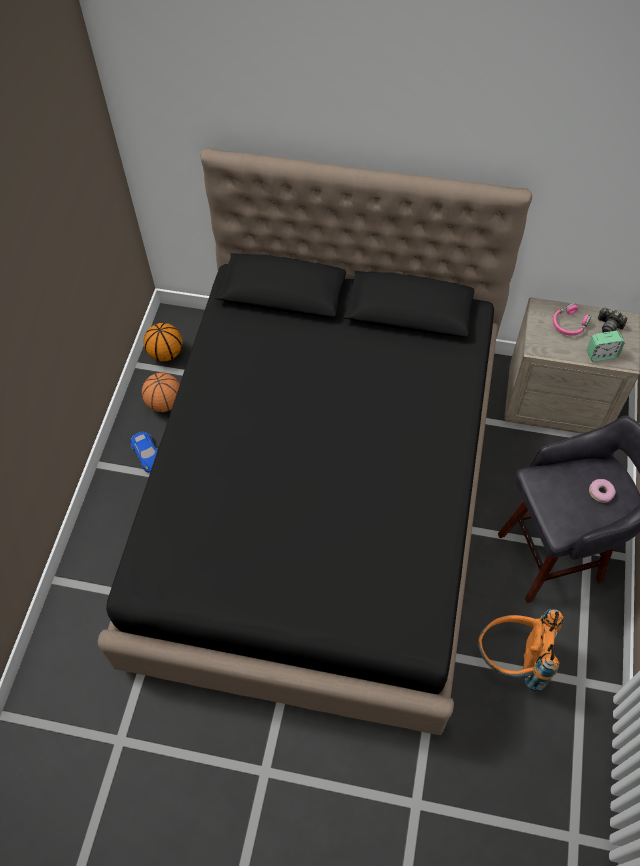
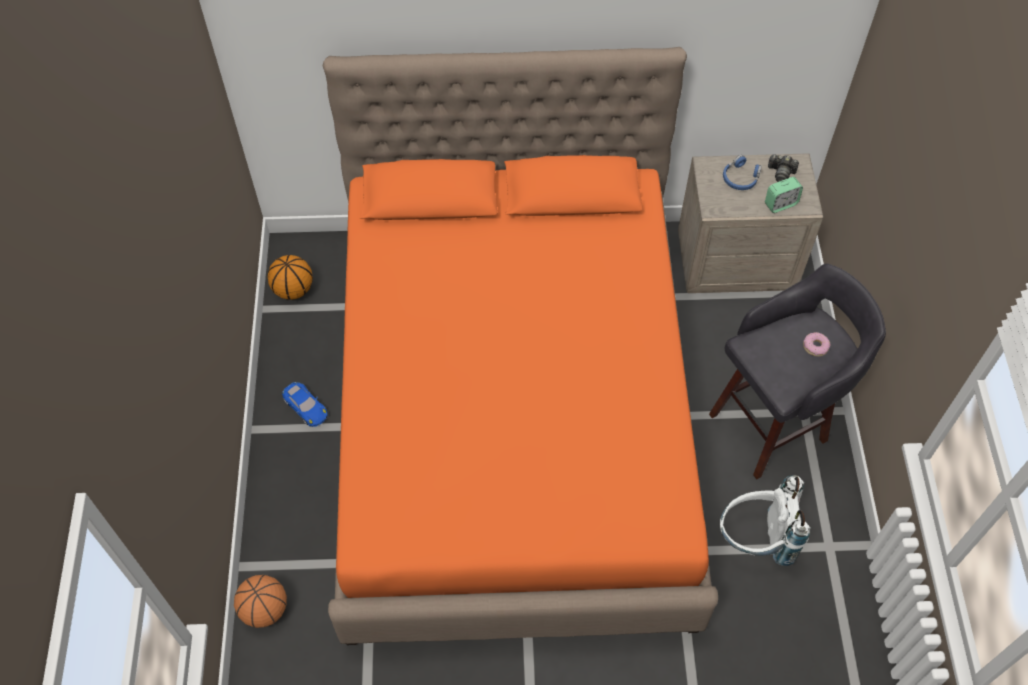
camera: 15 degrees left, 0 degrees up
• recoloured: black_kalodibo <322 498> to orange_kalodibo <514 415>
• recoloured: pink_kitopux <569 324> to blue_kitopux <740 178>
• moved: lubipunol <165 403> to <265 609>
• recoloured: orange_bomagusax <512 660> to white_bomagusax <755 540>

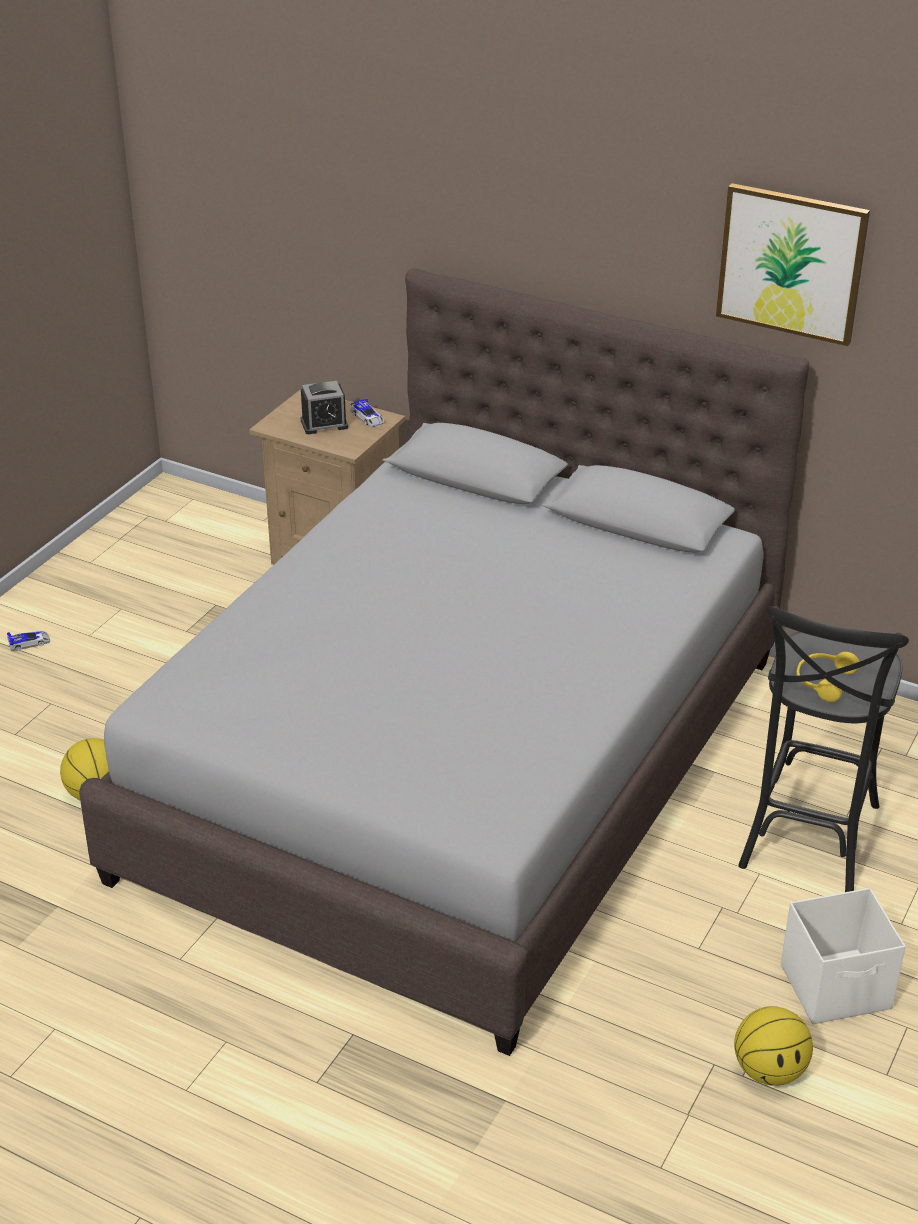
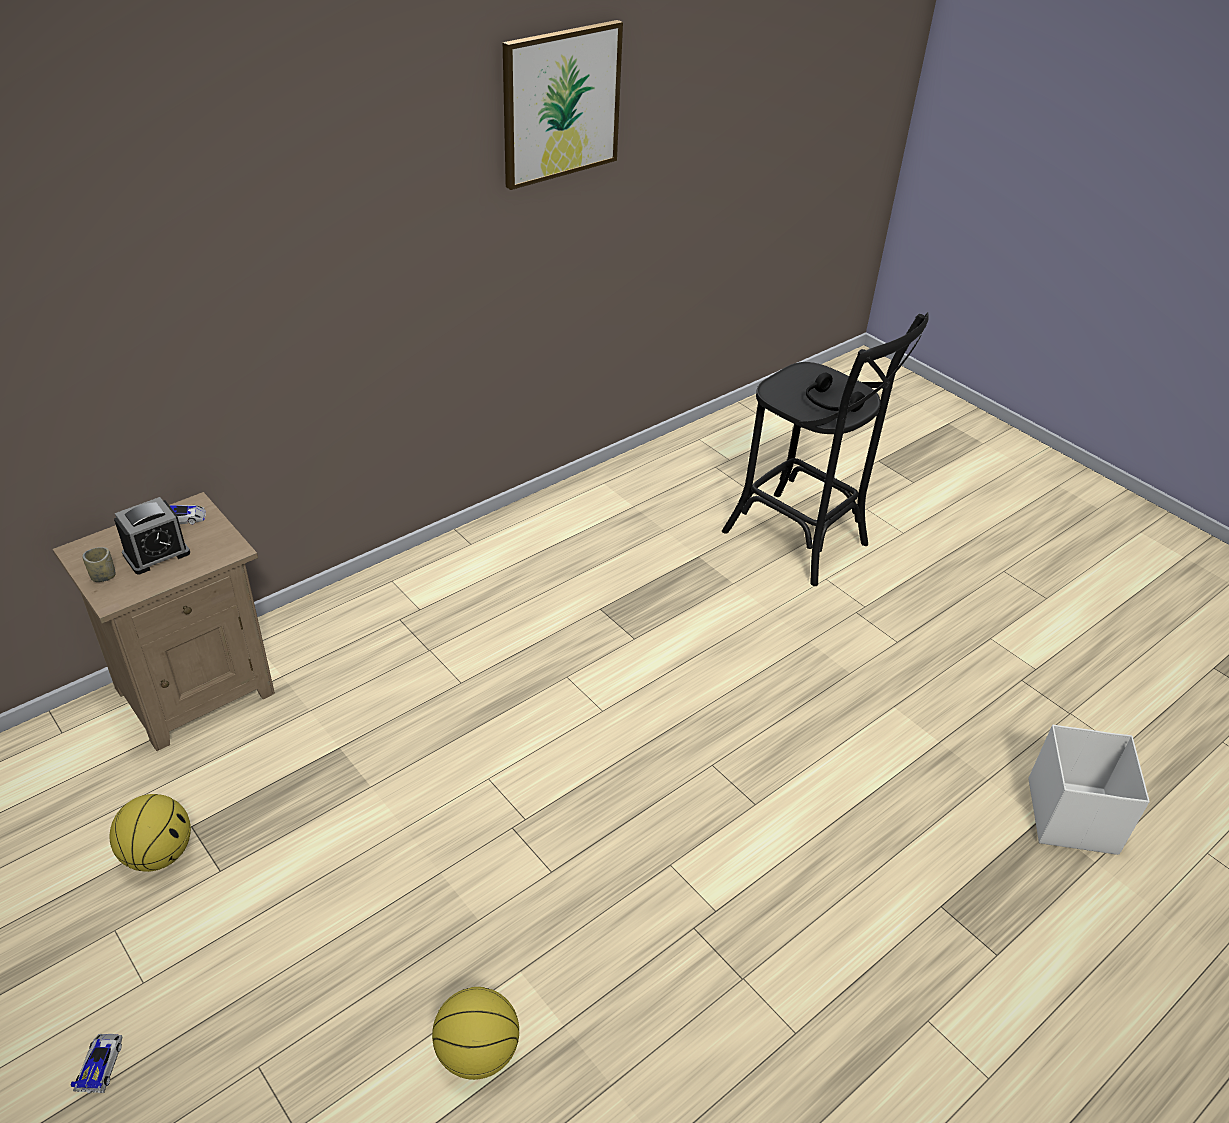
camera: 70 degrees left, 5 degrees up
• removed: grey_kalodibo <460 765>
• turned: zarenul <324 424> = <156 554> 45 degrees clockwise
• recoloured: yellow_kitopux <822 681> to black_kitopux <829 404>
• moved: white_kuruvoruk <837 987> to <1072 815>
• moved: lubipunol <770 1070> to <159 853>
• added: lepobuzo <103 576>

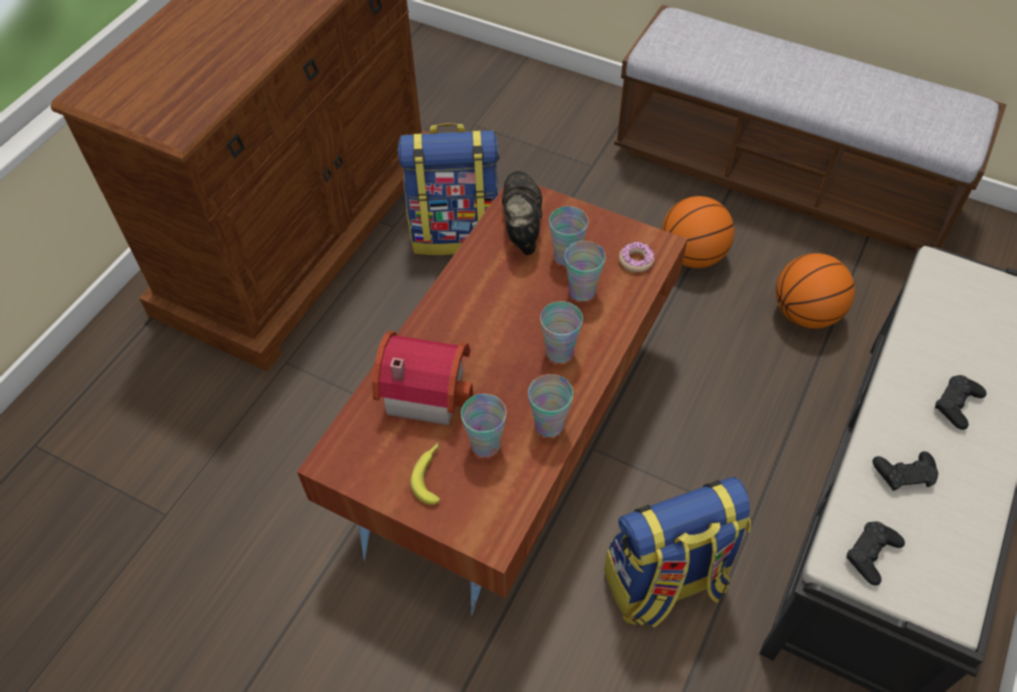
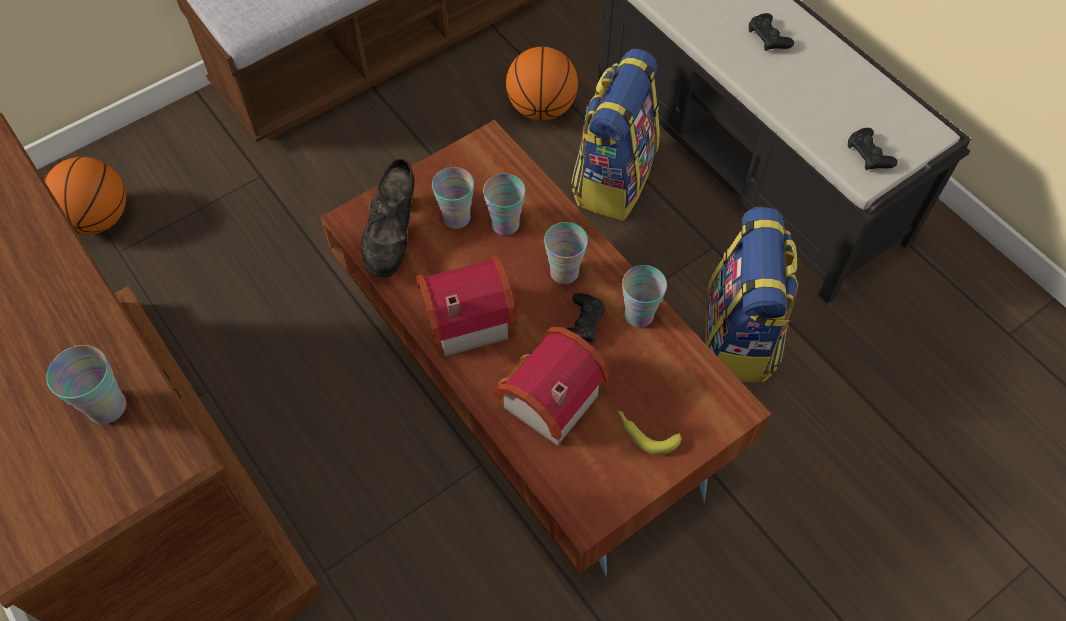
camera: 65 degrees left, 5 degrees up
• moved: bomagusax <456 232> to <613 178>
• turned: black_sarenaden <521 224> = <392 236> 105 degrees counterclockwise
• moved: lubipunol <692 255> to <98 218>
• removed: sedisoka <636 260>
• moved: lepobuzo <485 444> to <107 407>
• moved: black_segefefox <904 474> to <582 323>
• added: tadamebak <464 316>

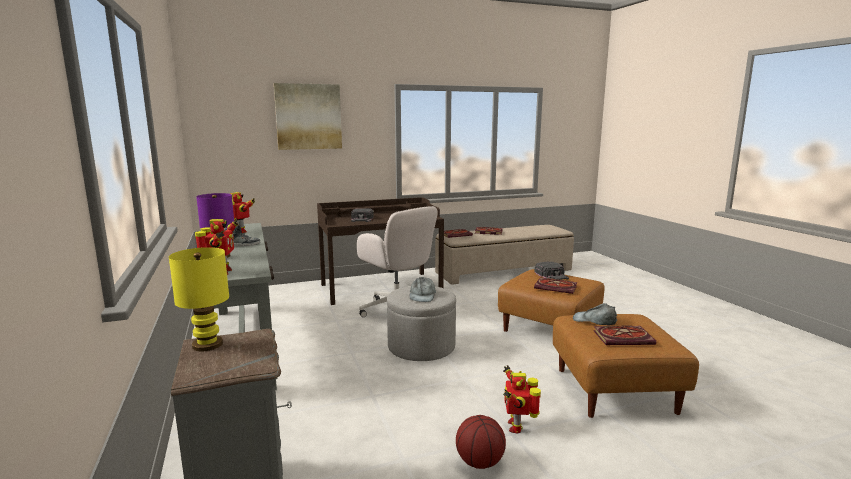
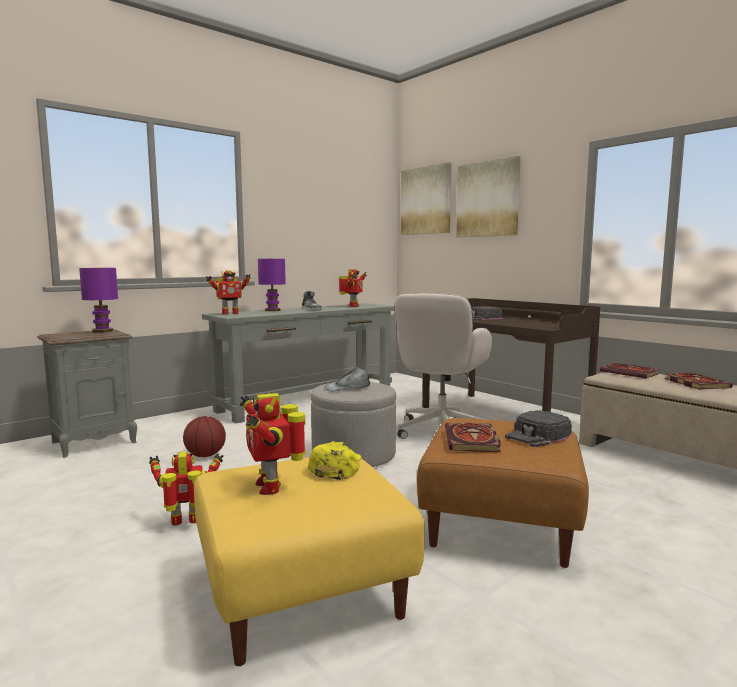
camera: 70 degrees right, 5 degrees down
• recoloured: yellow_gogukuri <207 345> to purple_gogukuri <102 331>
• recoloured: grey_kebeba <594 320> to yellow_kebeba <335 467>
• recoloured: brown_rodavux <615 391> to yellow_rodavux <301 593>
• replaced: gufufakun <624 337> to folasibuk <271 486>
• moved: lubipunol <480 462> to <205 455>
• added: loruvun <426 200>

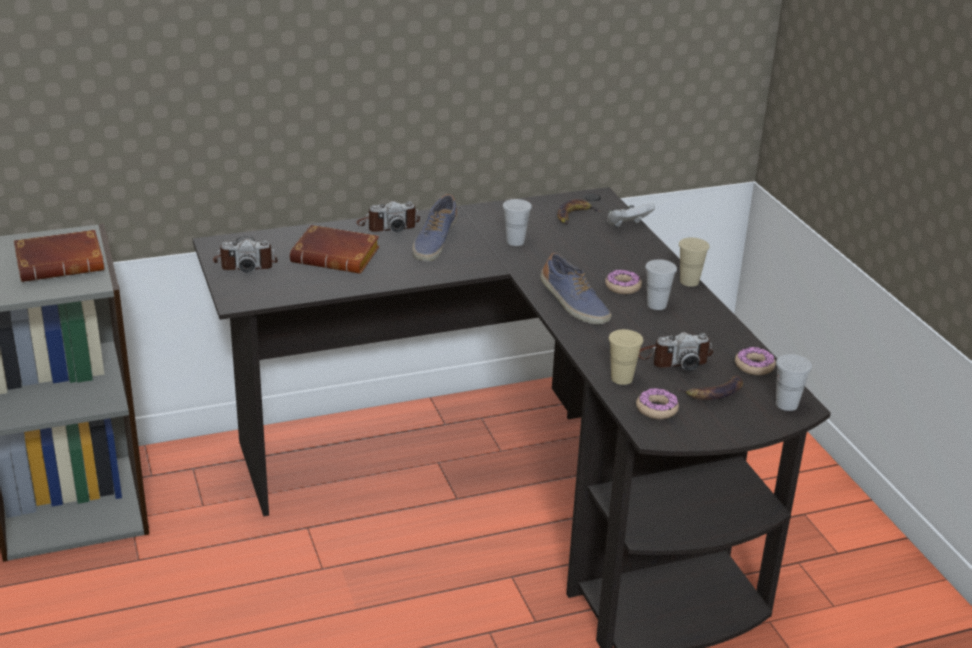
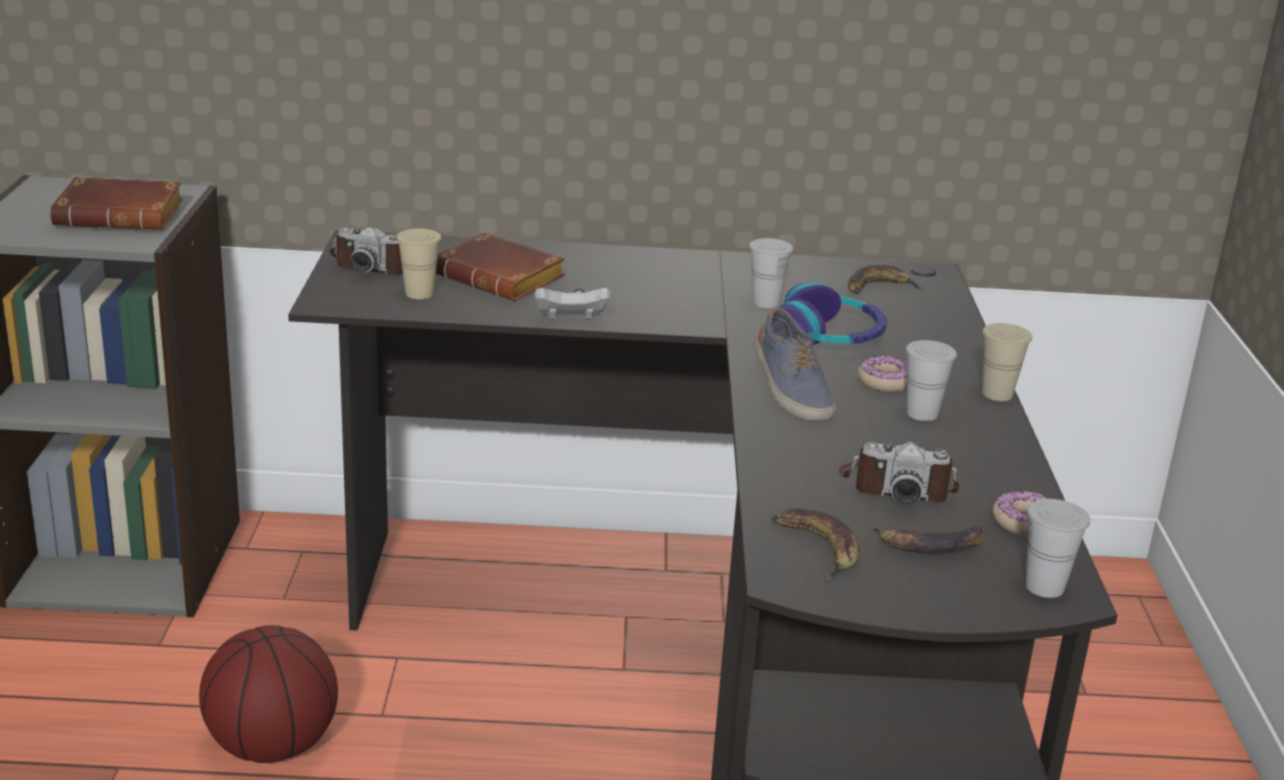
camera: 20 degrees right, 5 degrees down
• removed: sarenaden <434 243>
• removed: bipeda <388 225>
• moved: white_segefefox <627 226> to <570 321>
• moved: beige_lepobuzo <621 378> to <419 293>
• replaced: sedisoka <656 409> to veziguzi <816 548>
• added: kitopux <829 337>
• added: lubipunol <271 746>

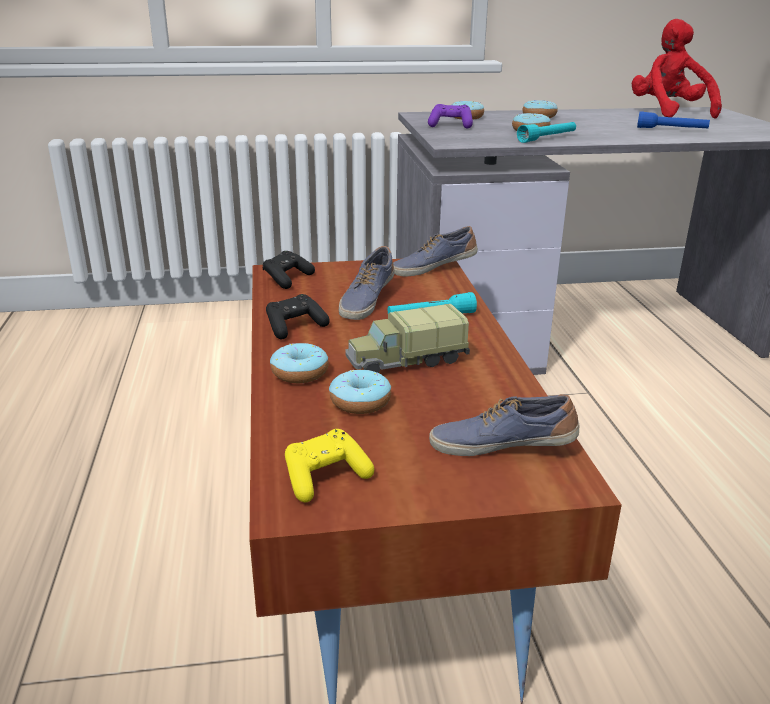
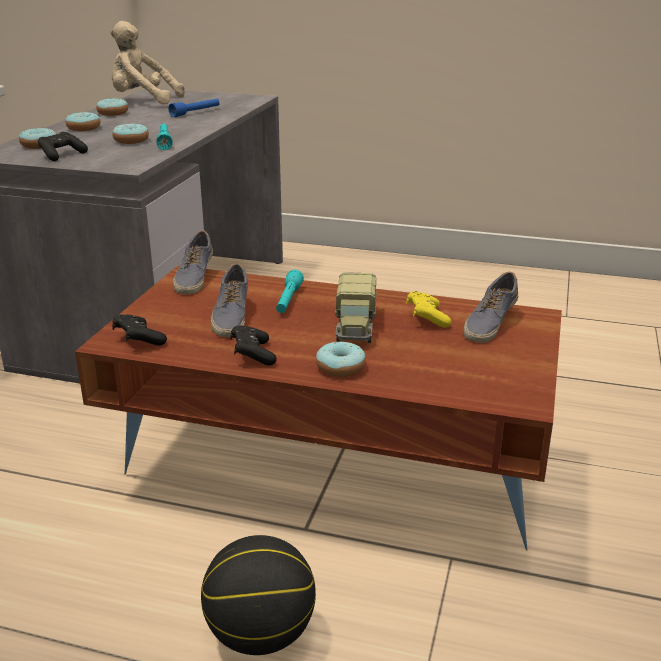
camera: 65 degrees left, 0 degrees up
• recoloured: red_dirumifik <668 113> to beige_dirumifik <143 101>
• recoloured: purple_segefefox <450 125> to black_segefefox <62 155>
• turned: sarenaden <366 301> = <231 317> 45 degrees clockwise
• moved: sedisoka <360 402> to <113 113>
• moved: yellow_segefefox <325 478> to <426 318>
• added: lubipunol <261 635>

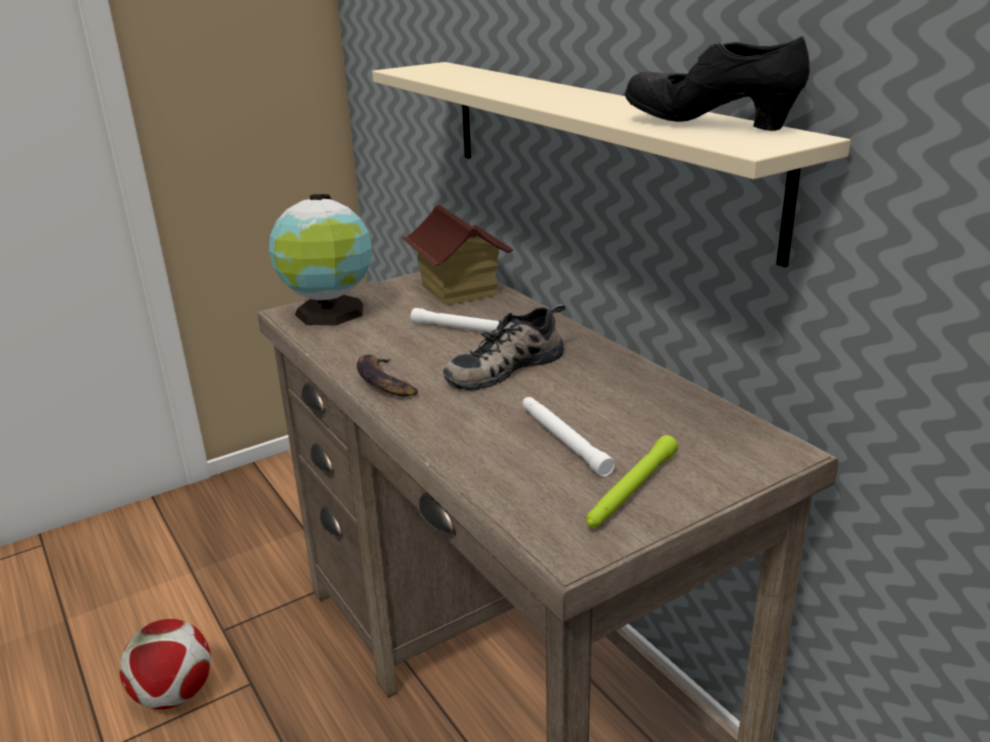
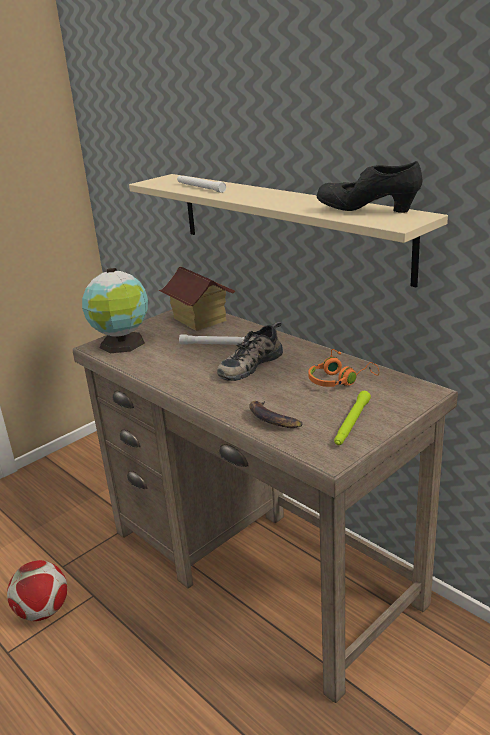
camera: 10 degrees left, 0 degrees up
• moved: veziguzi <384 382> to <272 419>
• moved: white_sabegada <562 440> to <199 187>
• added: orange_kitopux <339 380>

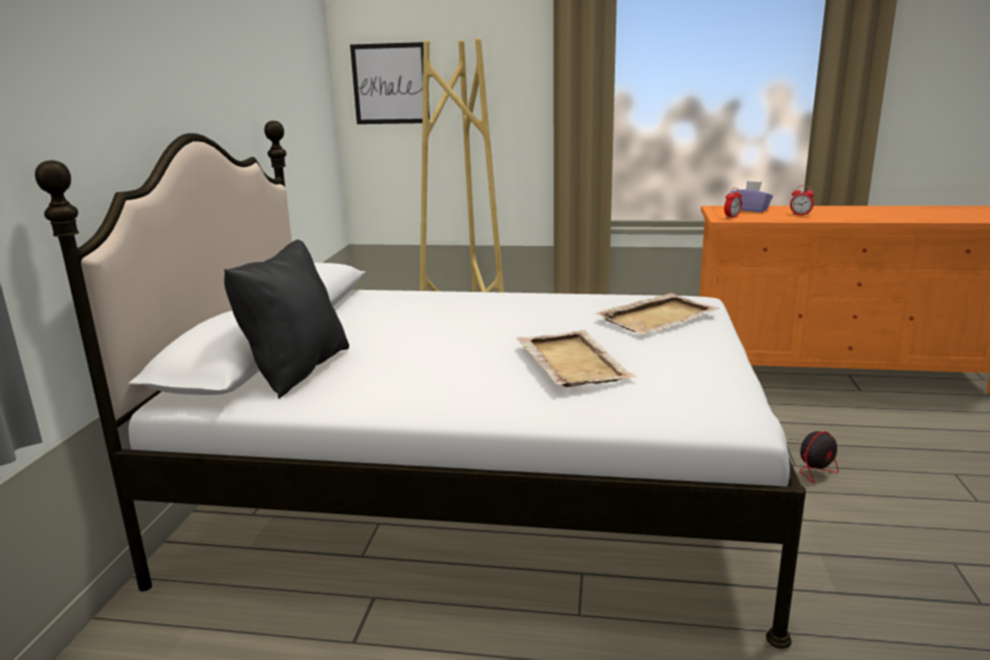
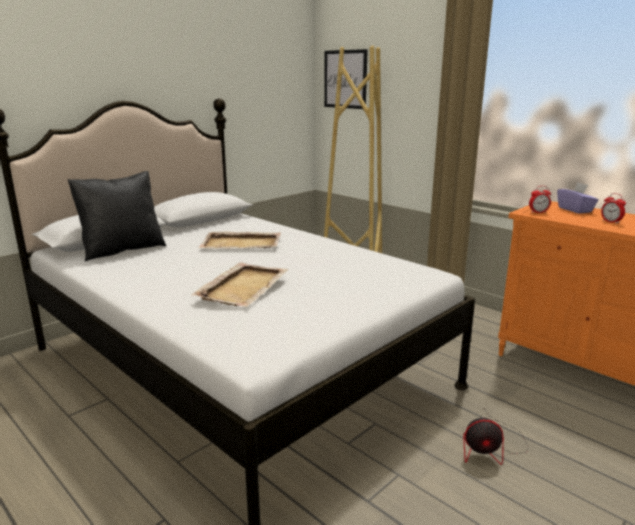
camera: 35 degrees right, 0 degrees up
• moved: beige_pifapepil <658 317> to <242 243>

